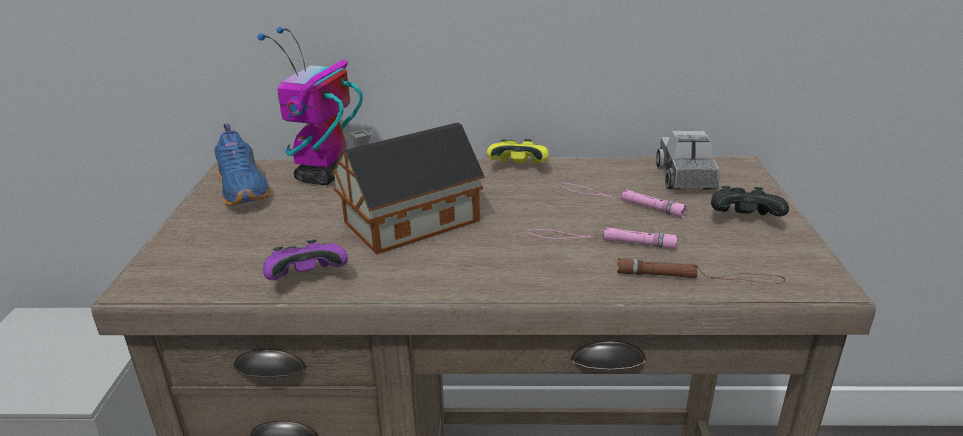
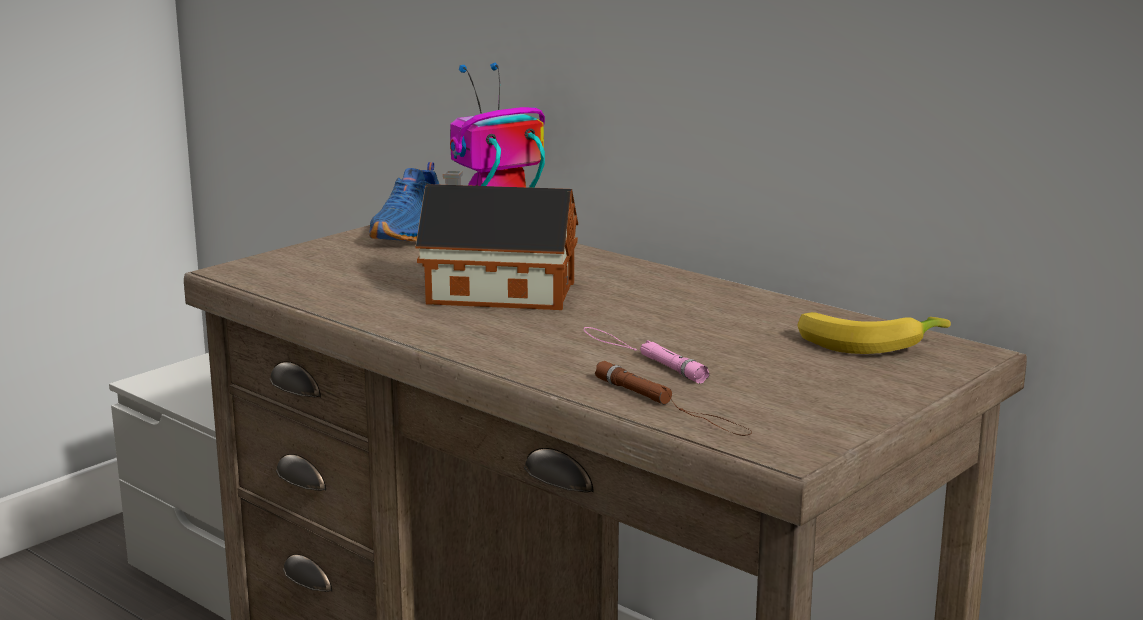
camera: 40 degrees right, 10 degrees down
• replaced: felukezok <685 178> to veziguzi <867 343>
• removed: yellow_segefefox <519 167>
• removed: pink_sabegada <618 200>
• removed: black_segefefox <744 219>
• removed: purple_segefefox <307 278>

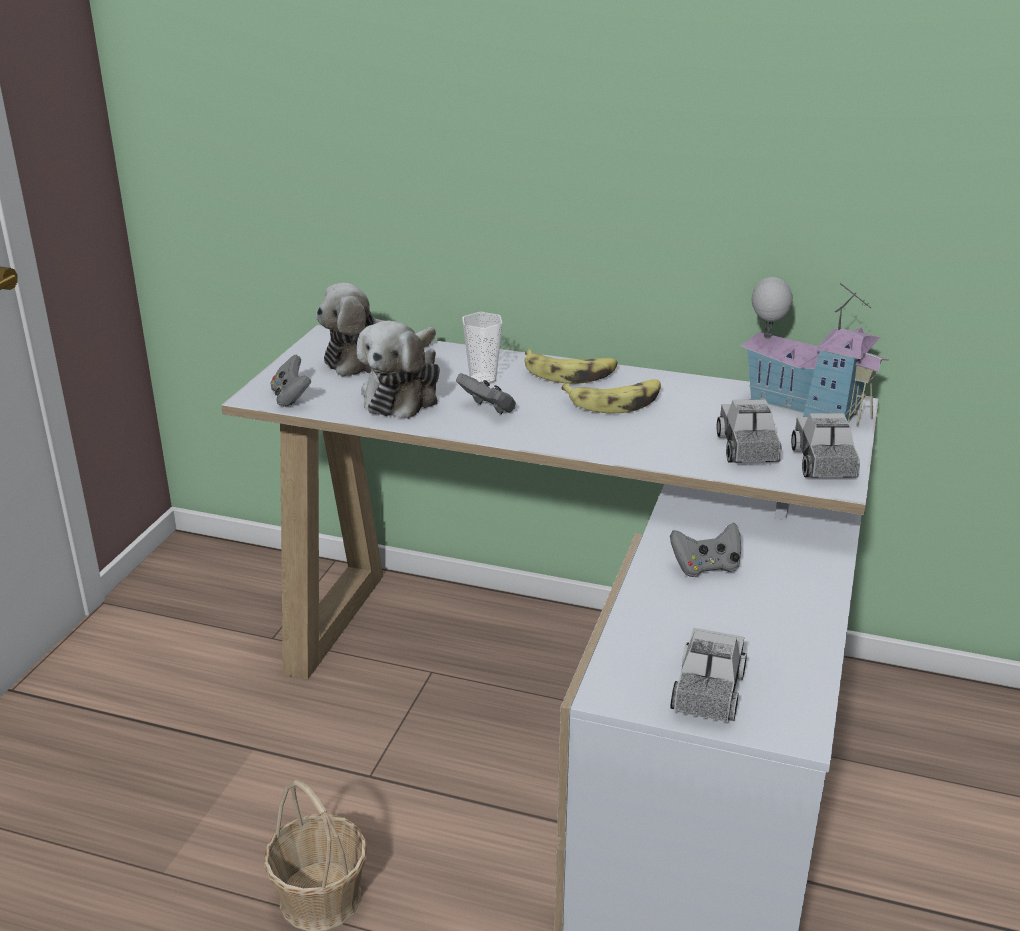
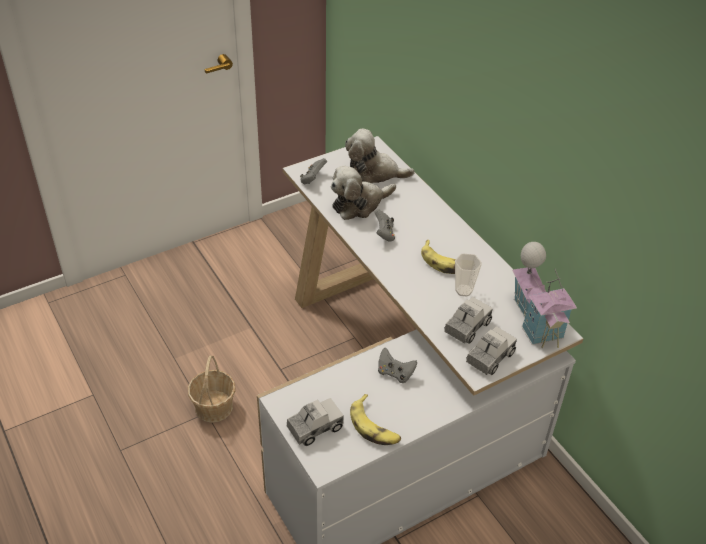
camera: 40 degrees right, 15 degrees up
• moved: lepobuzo <482 379> to <463 290>
• moved: veziguzi <570 373> to <374 427>

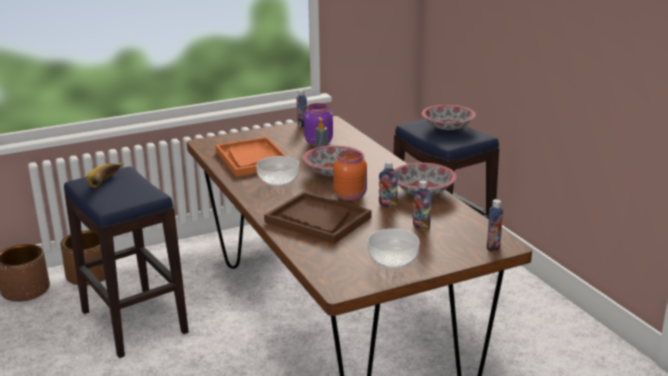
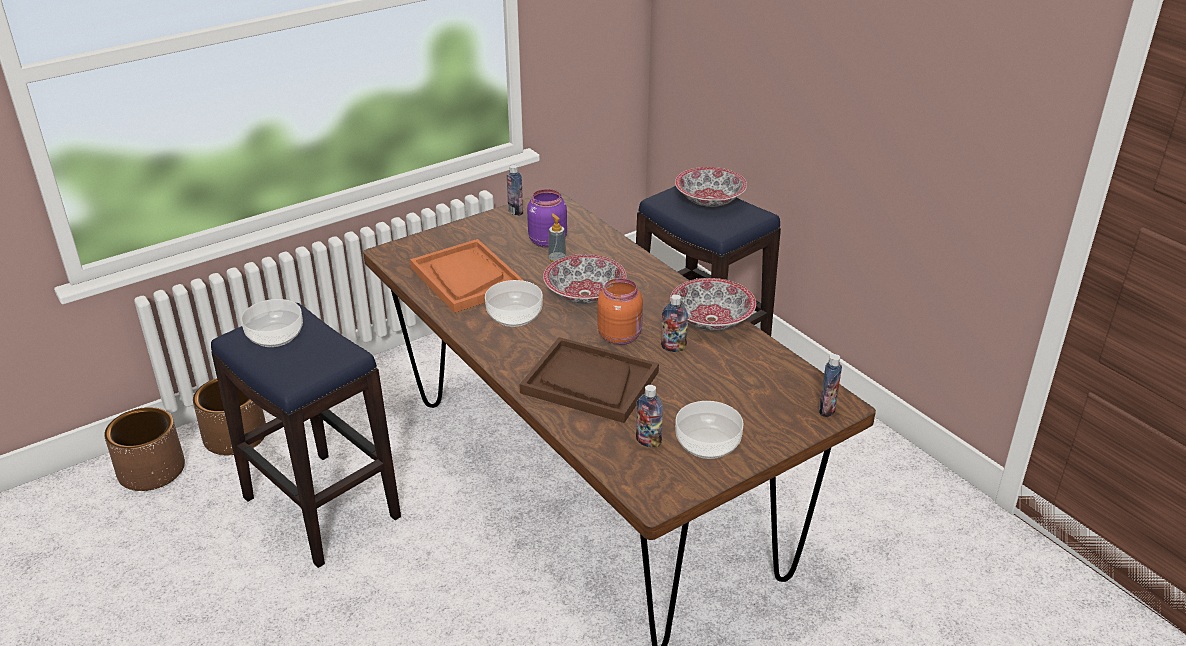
camera: 10 degrees left, 10 degrees up
• replaced: veziguzi <108 182> to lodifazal <276 335>
• moved: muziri <421 226> to <648 441>

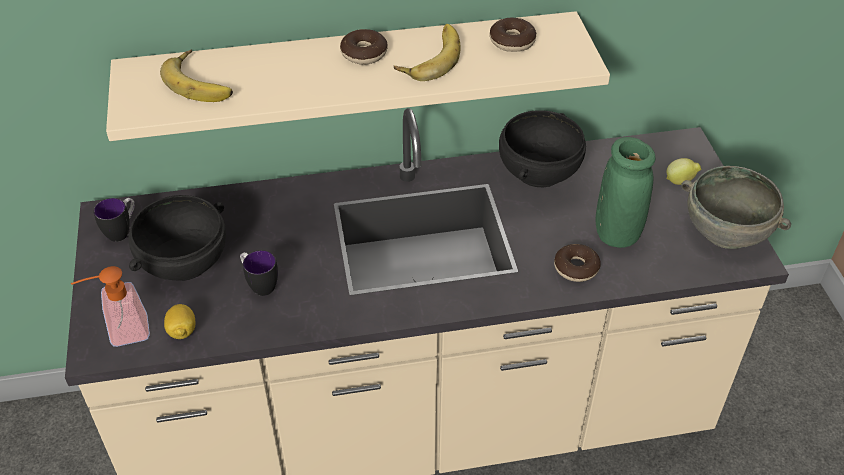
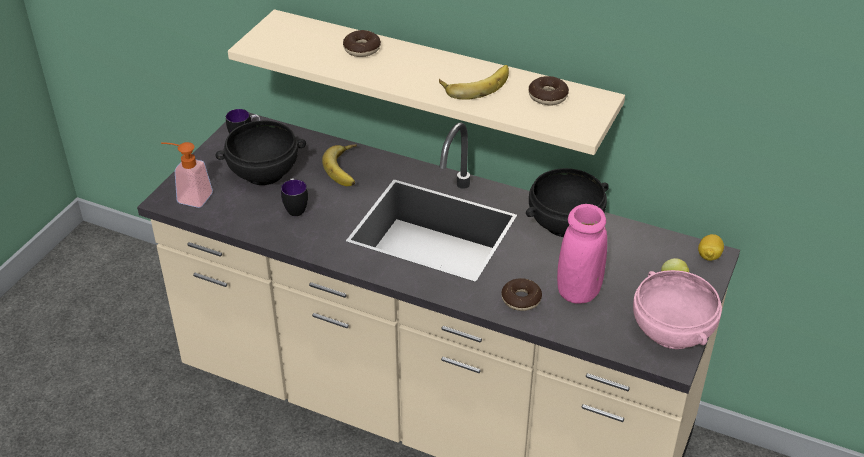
camera: 35 degrees right, 5 degrees down
• moved: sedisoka <364 53> to <362 49>
• moved: veziguzi <202 81> to <347 168>
• recoloured: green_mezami <616 233> to pink_mezami <579 291>
• recoloured: grey_lodifazal <727 230> to pink_lodifazal <673 331>
• moved: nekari <182 331> to <709 256>

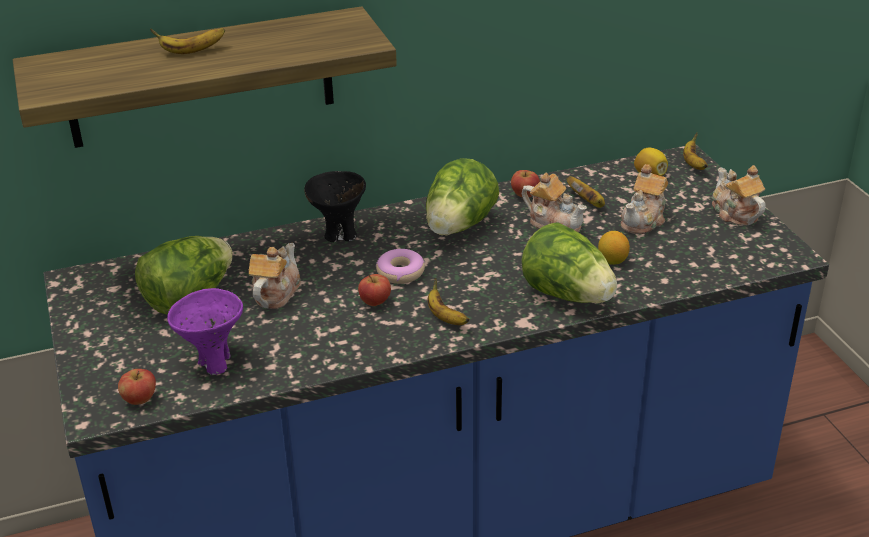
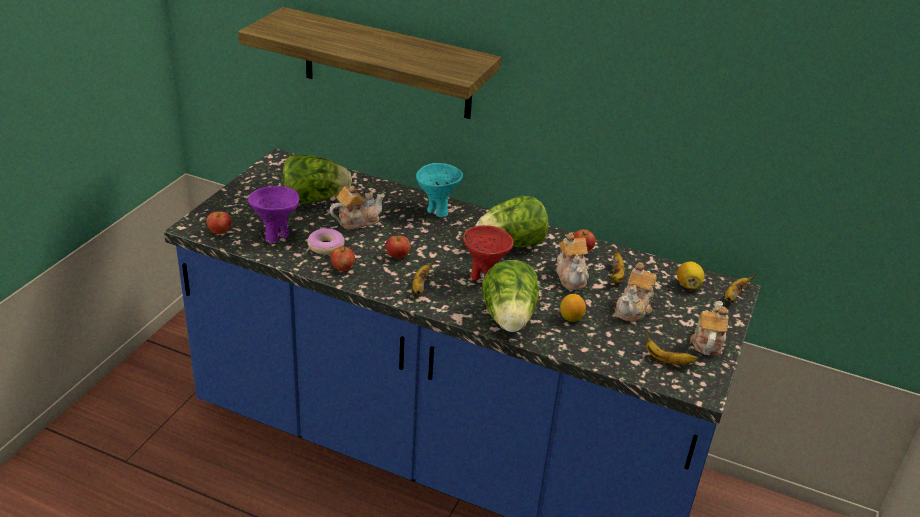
camera: 40 degrees right, 0 degrees up
• moved: veziguzi <191 51> to <666 360>
• turned: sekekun <644 220> = <634 308> 45 degrees counterclockwise
• recoloured: black_lodifazal <339 235> to turquoise_lodifazal <437 211>
• moved: sedisoka <401 272> to <326 246>
• added: red_lodifazal <483 277>
• added: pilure <342 268>

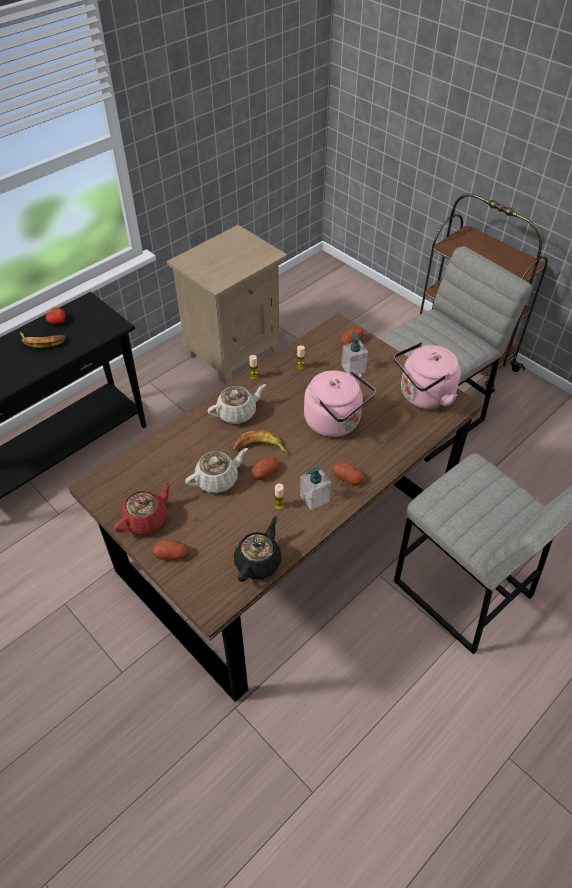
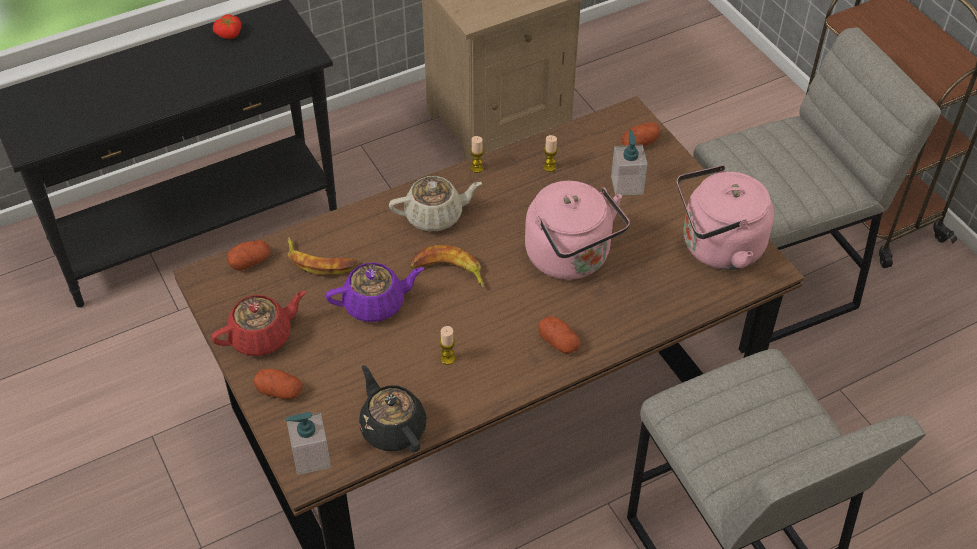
camera: 15 degrees right, 0 degrees up
• moved: veziguzi <43 341> to <320 261>
• recoloured: beige_sekekun <218 479> to purple_sekekun <375 304>
• moved: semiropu <265 472> to <250 262>
• moved: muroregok <314 498> to <311 457>
• turned: black_sekekun <258 561> = <392 427> 75 degrees counterclockwise

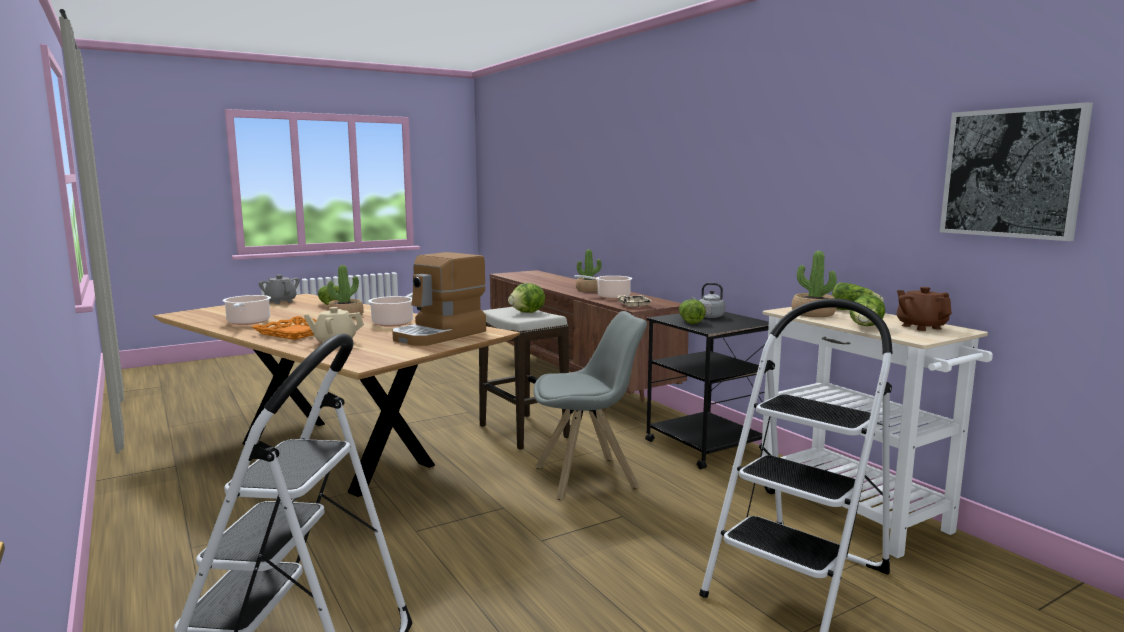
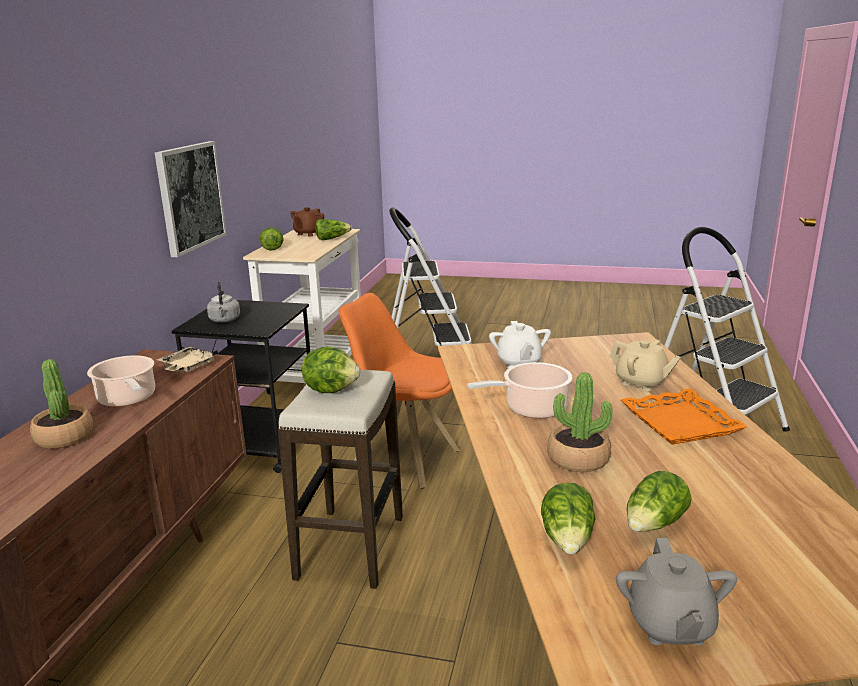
camera: 135 degrees left, 10 degrees up
• moved: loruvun <1012 173> to <190 197>
• removed: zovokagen <813 314>
• replaced: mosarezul <440 335> to white_sekekun <519 363>
• removed: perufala <248 322>
• moved: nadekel <690 321> to <654 524>
• recoloured: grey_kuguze <587 477> to orange_kuguze <405 459>

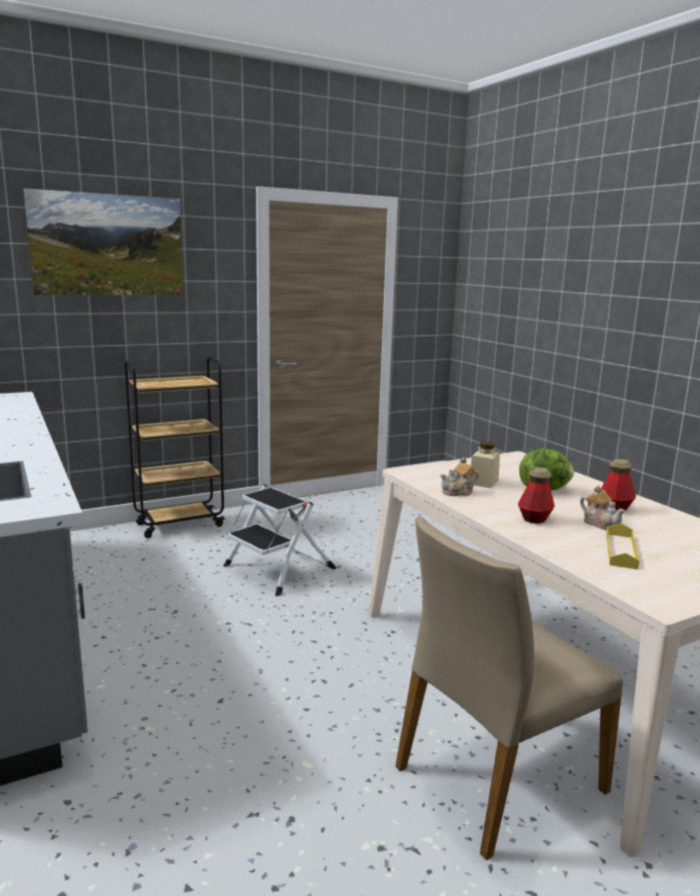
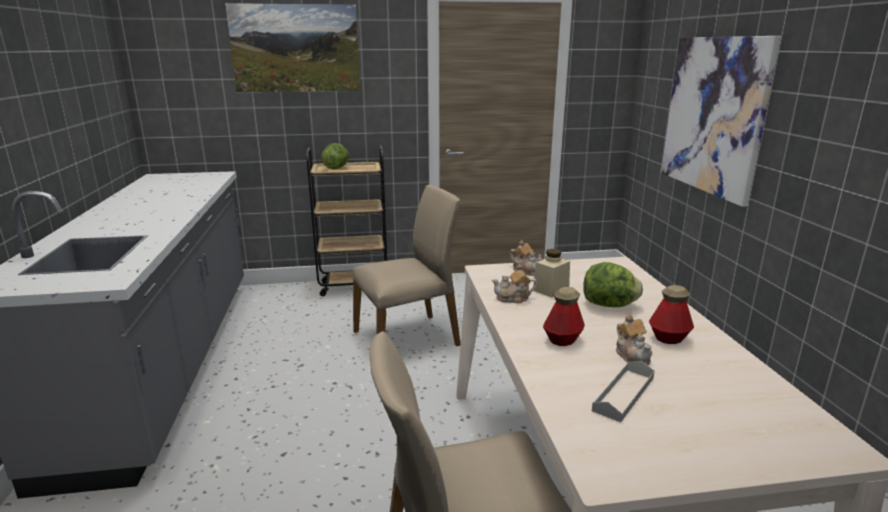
camera: 20 degrees right, 5 degrees up
• replaced: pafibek <279 568> to beige_kuguze <407 338>
• recoloured: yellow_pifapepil <621 550> to grey_pifapepil <623 394>
• added: loruvun <714 115>
• added: nadekel <336 168>
• added: sekekun <526 270>

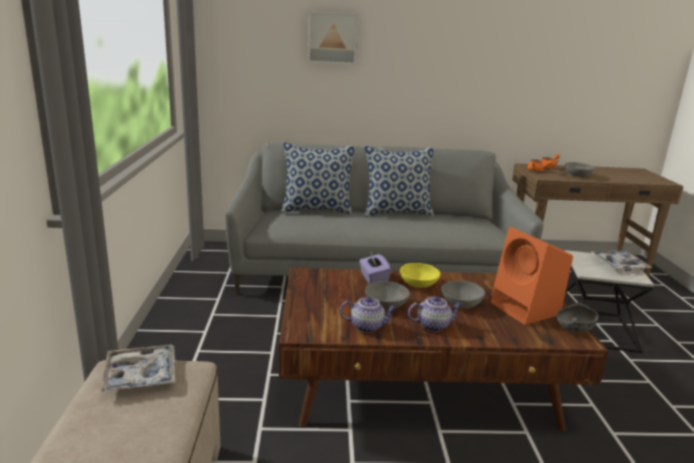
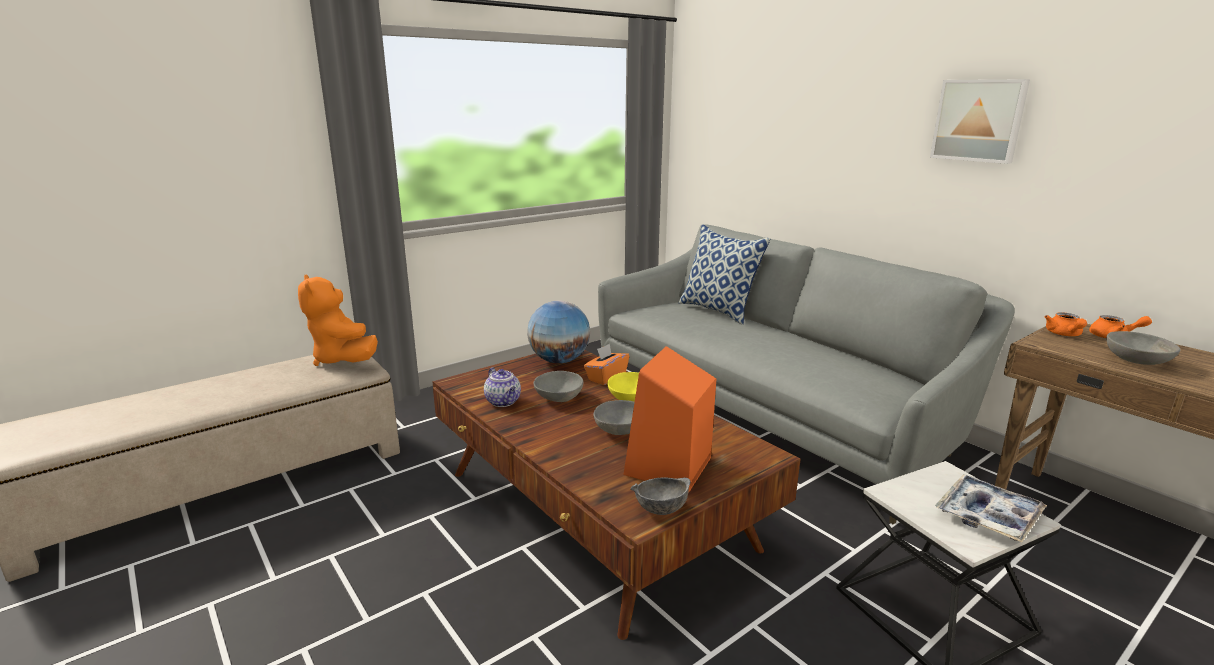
camera: 55 degrees right, 0 degrees up
• moved: loruvun <332 38> to <979 120>
• removed: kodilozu <397 213>
• recoloured: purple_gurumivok <373 279> to orange_gurumivok <606 377>
• removed: sekekun <433 325>
• replaced: pifapepil <140 375> to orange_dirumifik <343 359>
• added: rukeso <559 361>

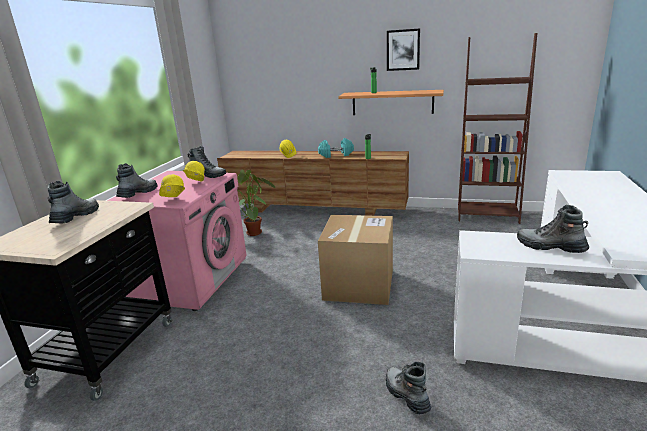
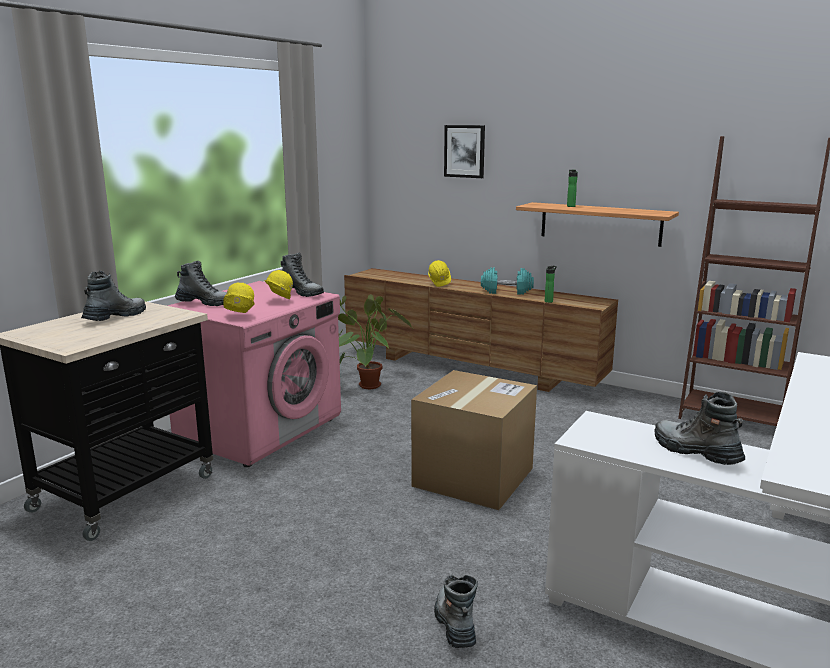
camera: 15 degrees right, 5 degrees down
• moved: loruvun <403 50> to <464 151>
• turned: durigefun <138 194> = <205 303> 60 degrees clockwise

